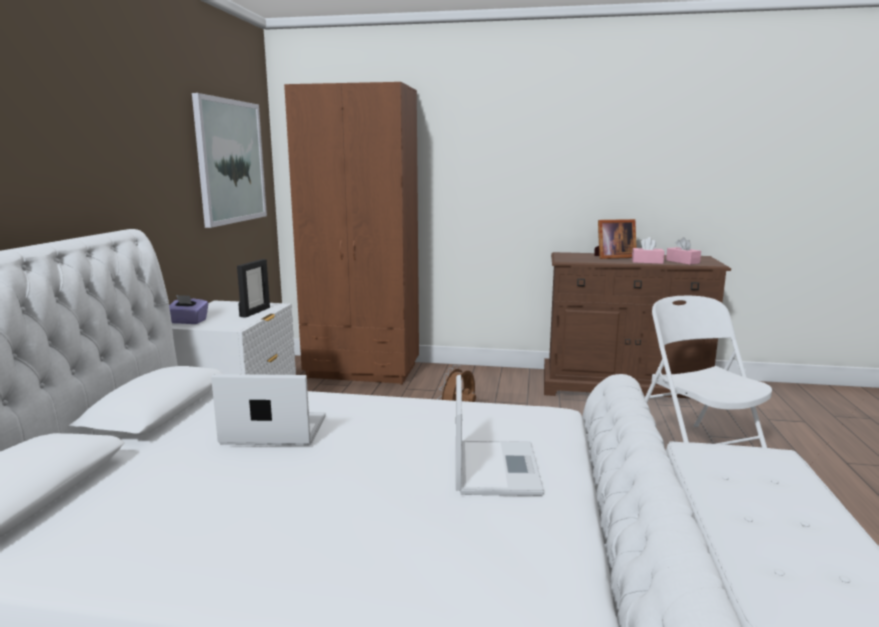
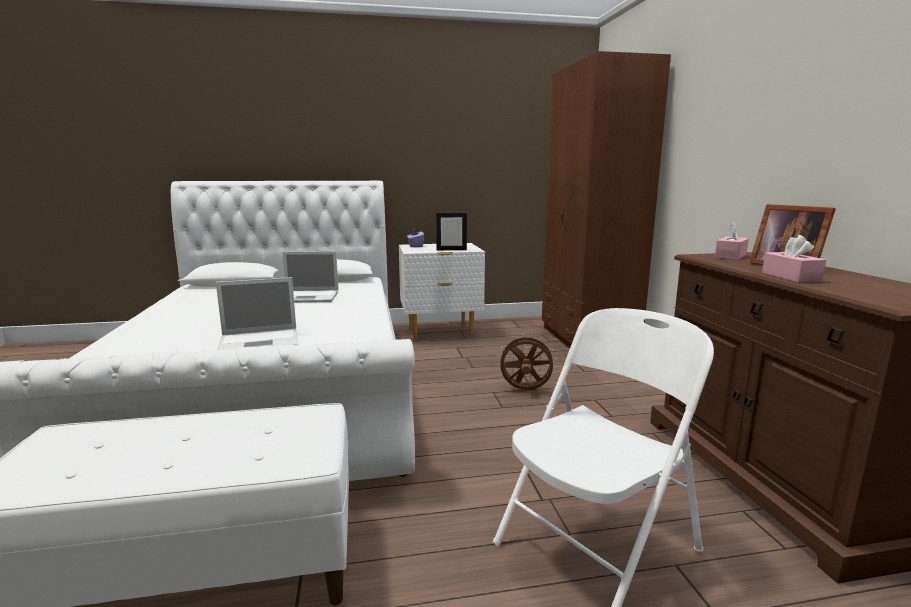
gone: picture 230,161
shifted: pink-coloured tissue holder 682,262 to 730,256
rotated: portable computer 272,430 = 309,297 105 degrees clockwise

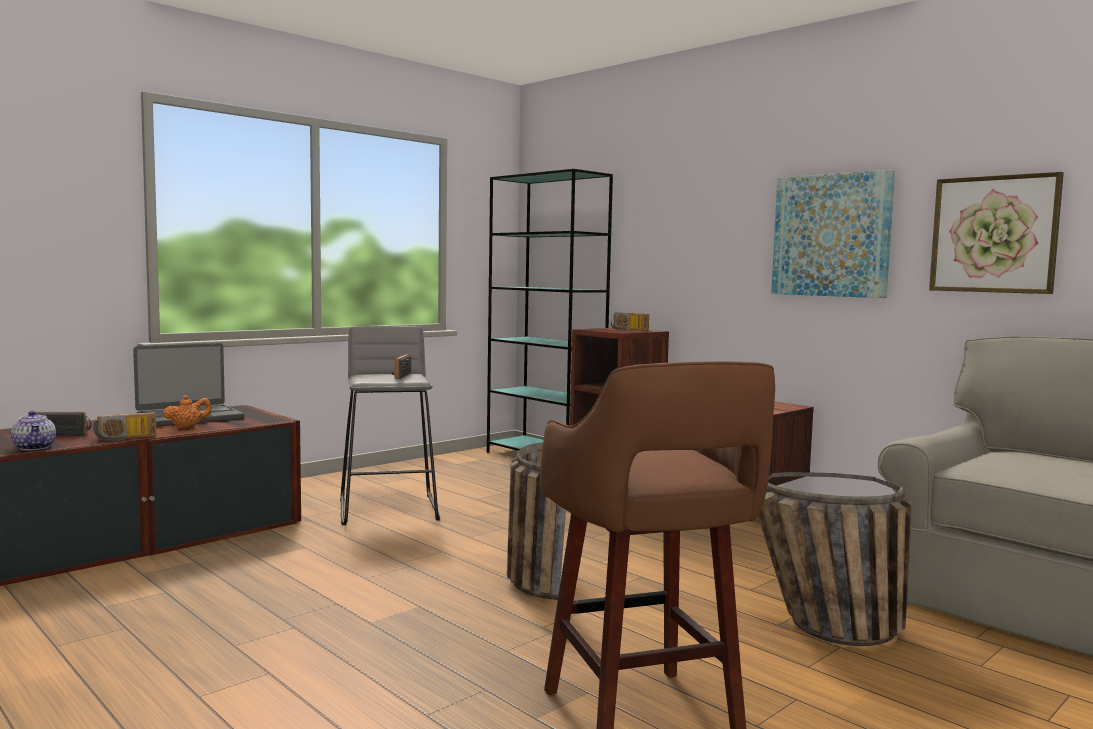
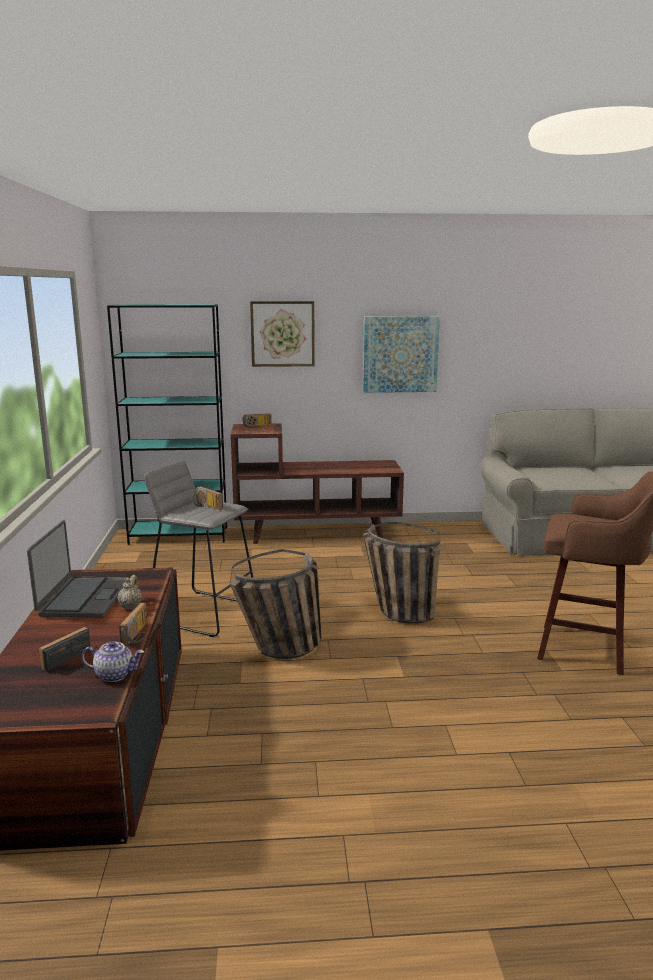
shifted: basket 823,630 to 281,652; picture 994,234 to 282,334
repainted: orange-coloured teapot 187,427 to beige teapot 130,606

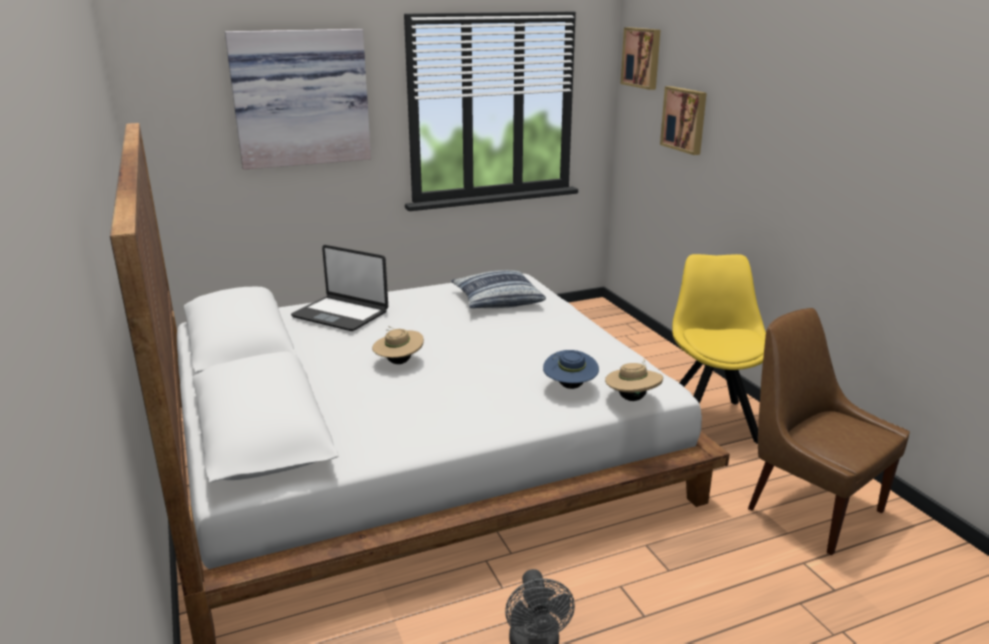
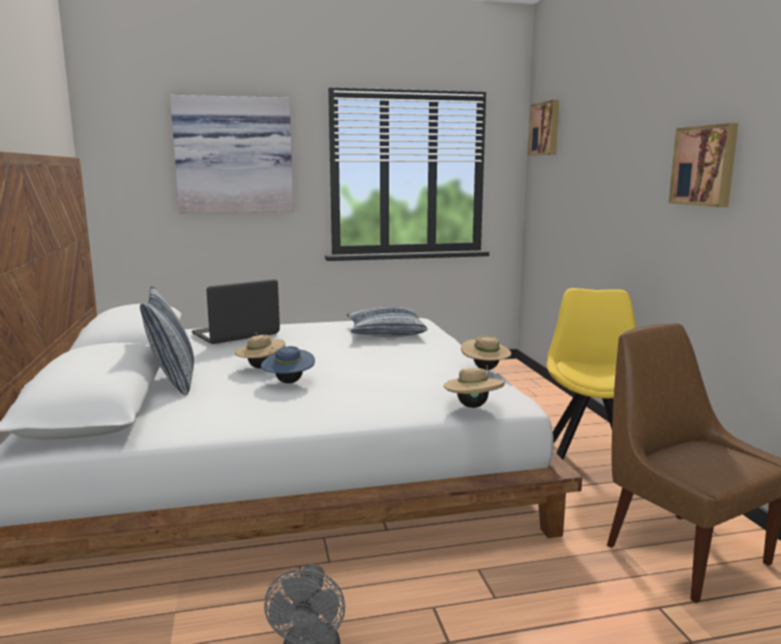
new: throw pillow 173,381; beige wearable hat 485,369
shifted: bluish wearable hat 570,386 to 288,382; picture 685,119 to 705,166
rotated: portable computer 341,314 = 236,334 105 degrees clockwise

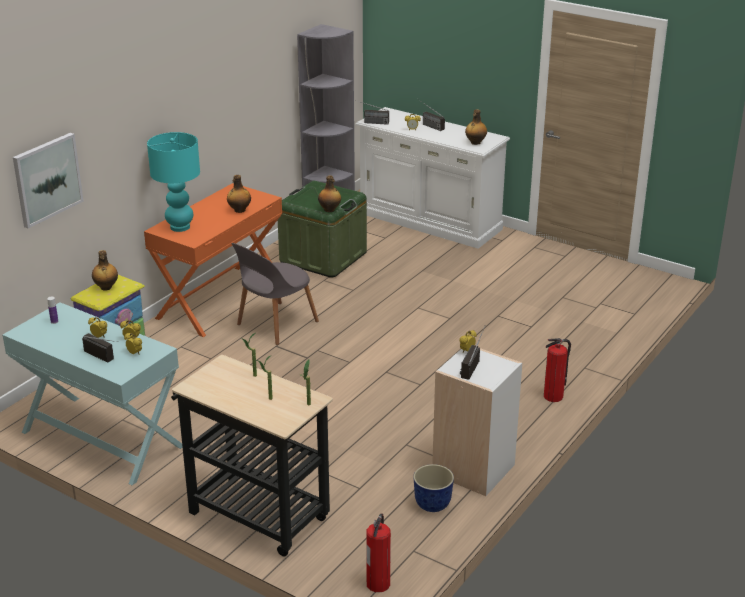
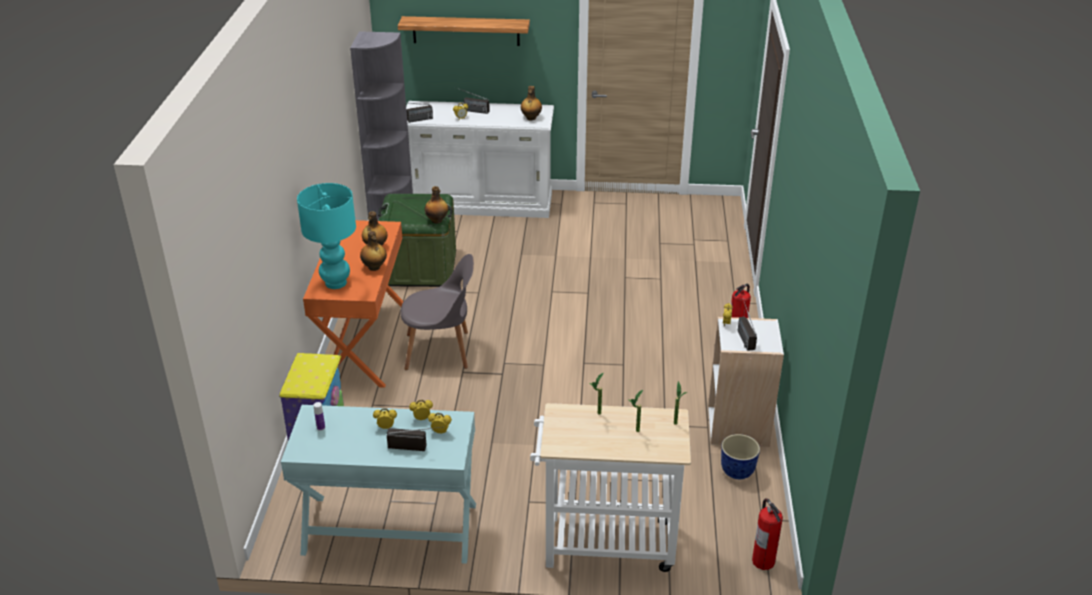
gone: picture 47,179
new: wall shelf 466,31
shifted: drink bottle 106,287 to 374,267
repainted: black-coloured trolley 256,516 to white trolley 607,544
rotated: gray plain chair 275,324 = 441,351 105 degrees counterclockwise

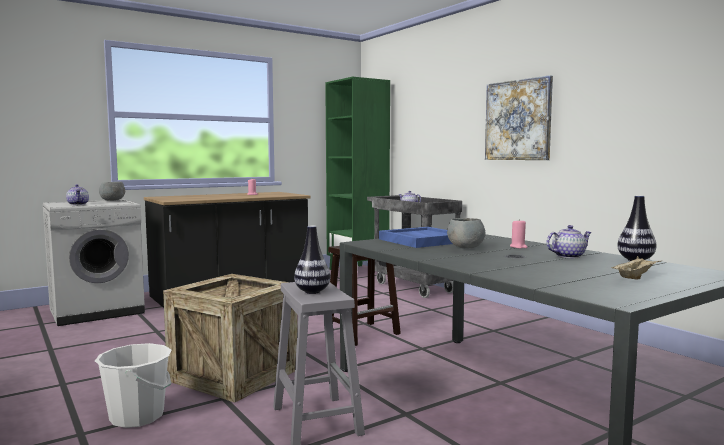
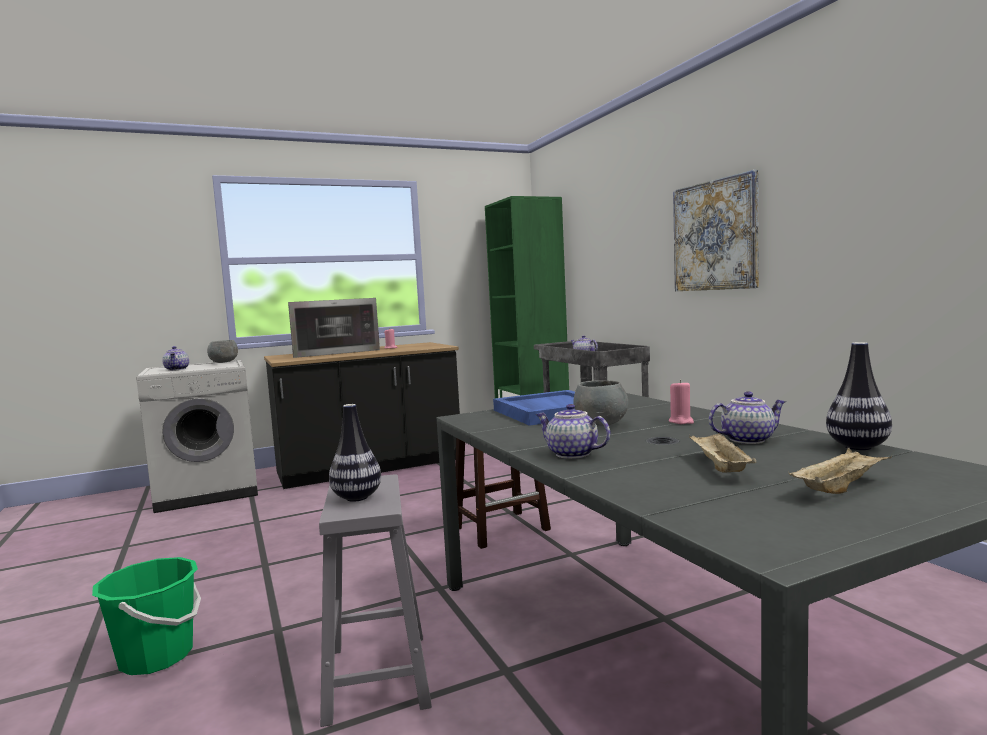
gone: packing crate 234,375
new: microwave 333,352; teapot 571,454; beige serving tray 719,467
repainted: white water bucket 137,417 to green-coloured water bucket 156,656

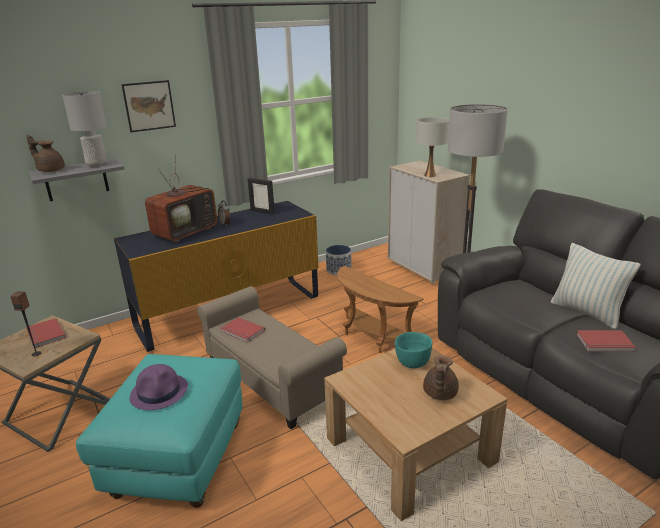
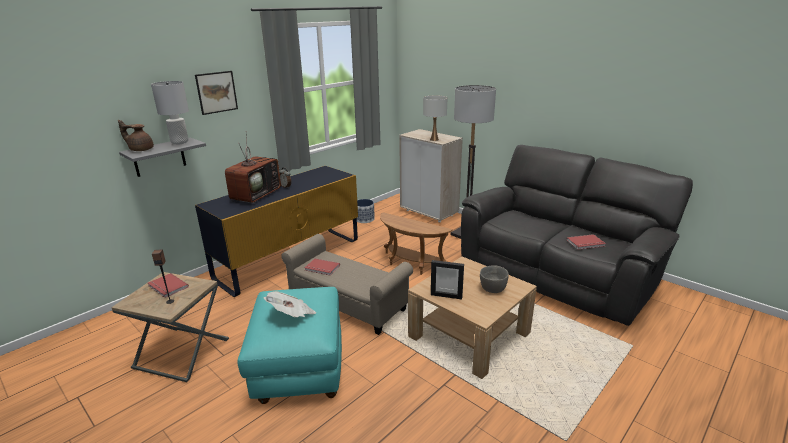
gone: blue-green serving bowl 412,362; throw pillow 587,312
shifted: photo frame 263,212 to 446,295
swapped: purple-coloured wearable hat 159,392 to daily paper 292,315; brown teapot 439,394 to gray serving bowl 492,289

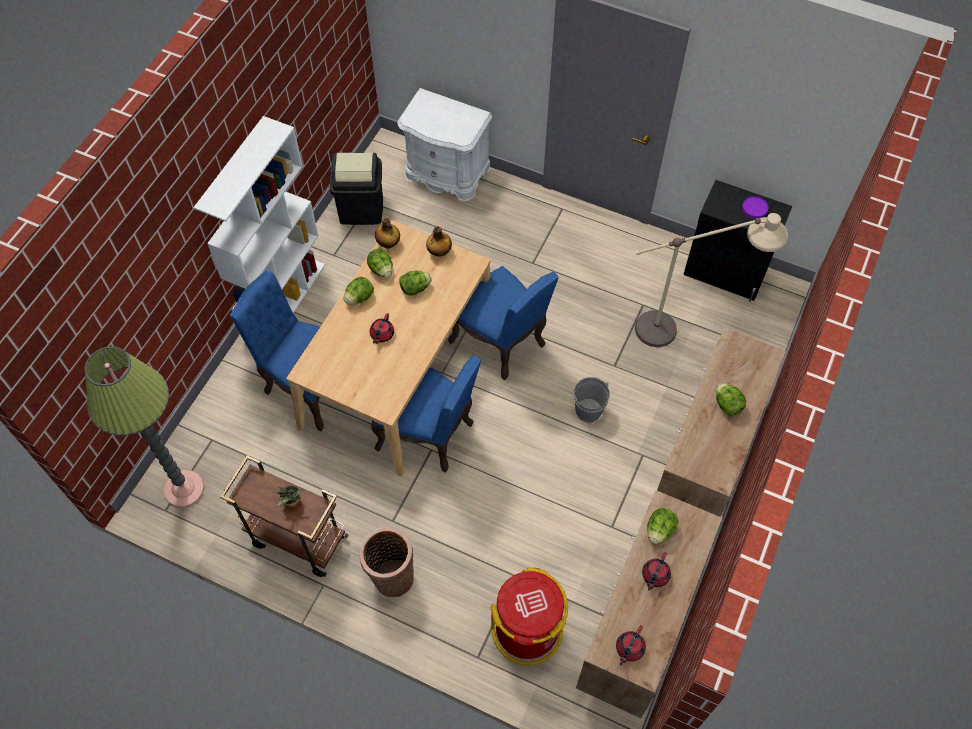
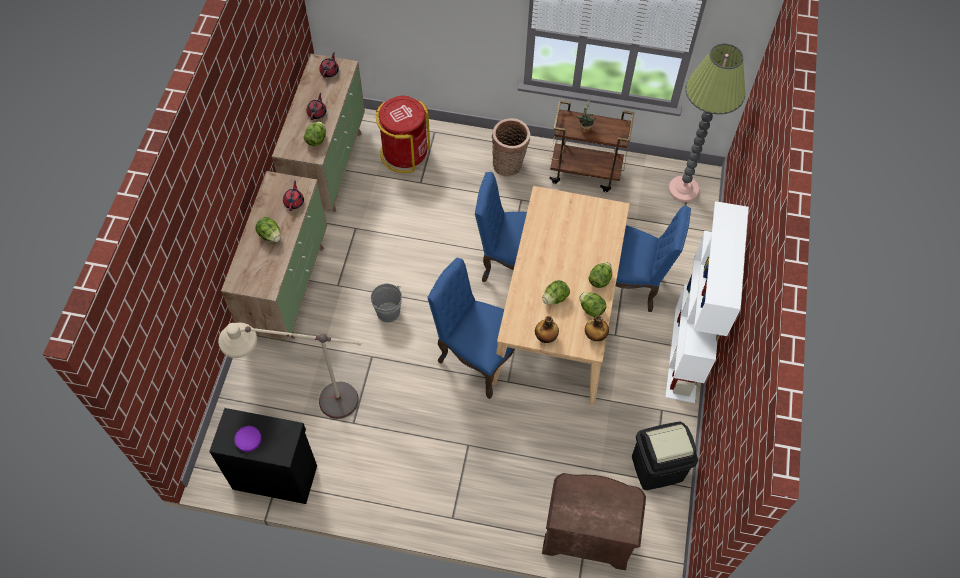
shifted: reddish teapot 382,334 to 294,202
repainted: white night table 446,175 to brown night table 586,533

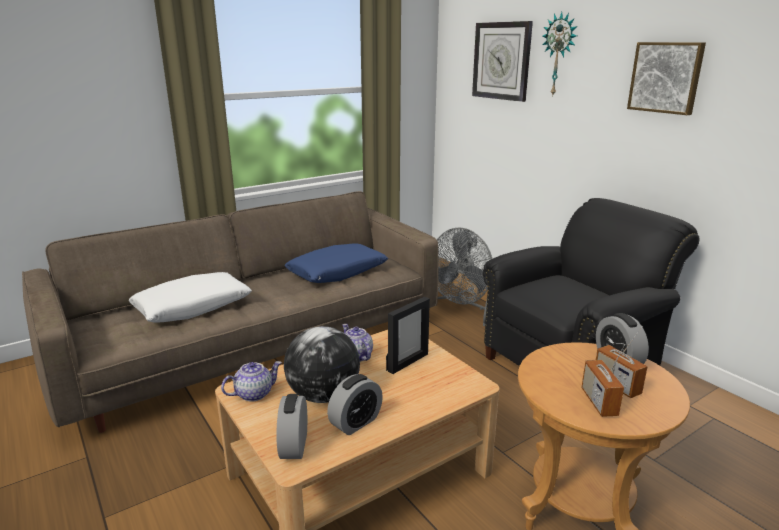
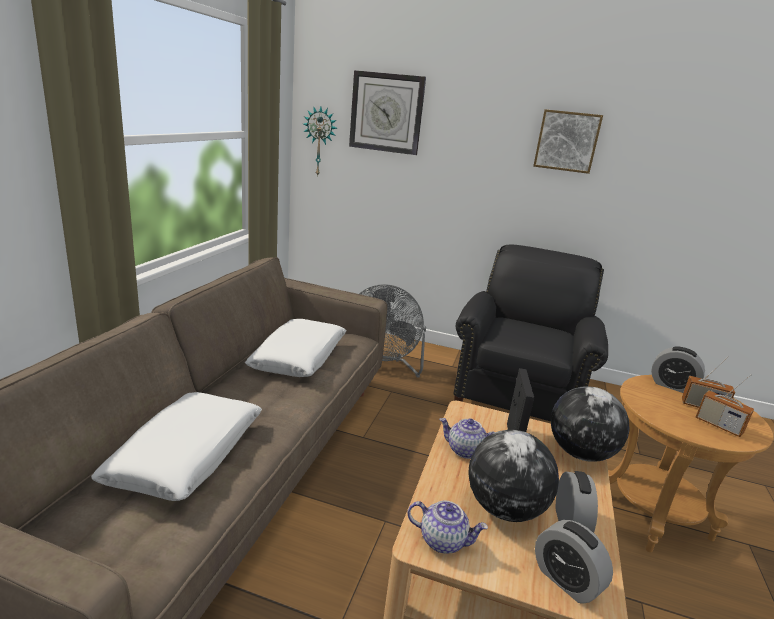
new: world globe 580,453
shifted: wall clock 559,55 to 320,141
repainted: bluish throw pillow 337,272 to white throw pillow 299,357
rotated: teapot 254,393 = 443,540 90 degrees clockwise

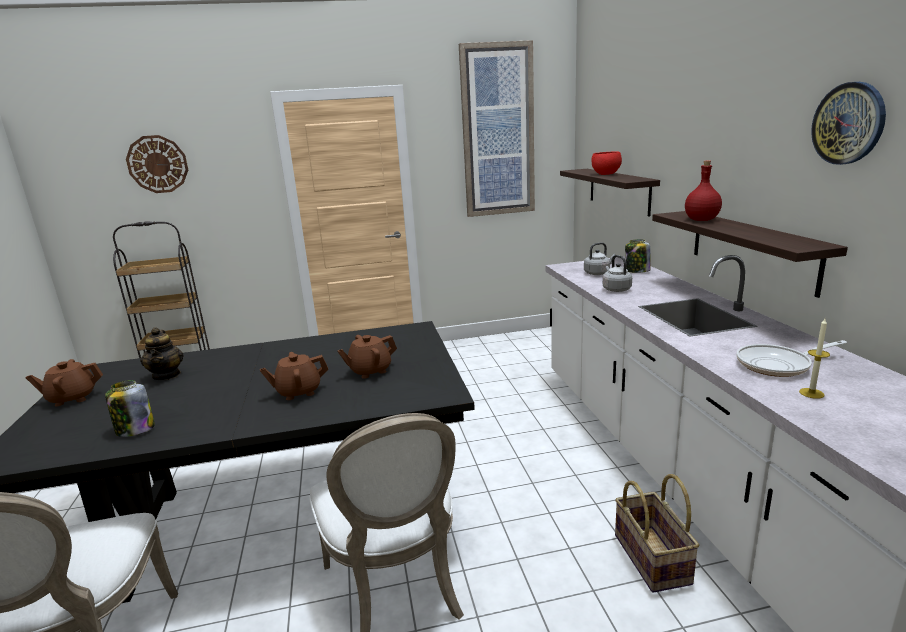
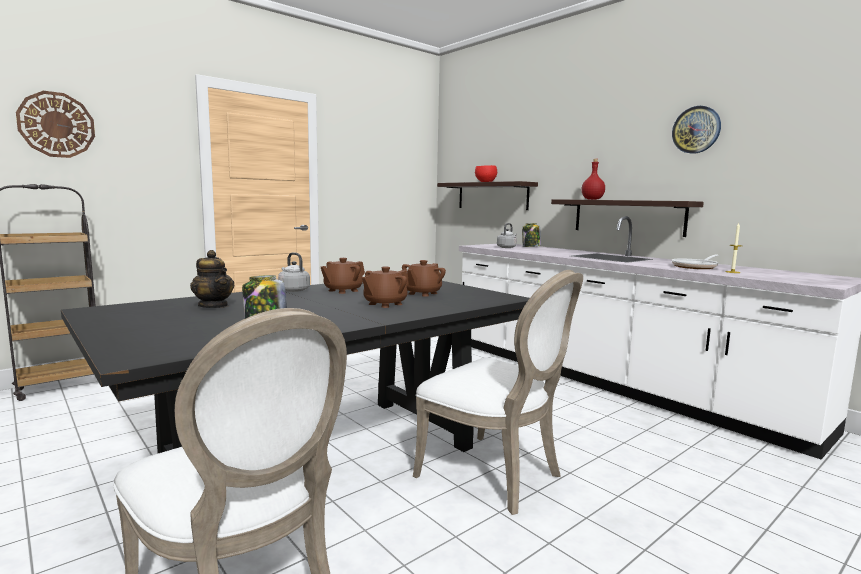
gone: picture 497,132; basket 653,559
shifted: gray kettle 615,289 to 293,290; brown teapot 72,398 to 342,291

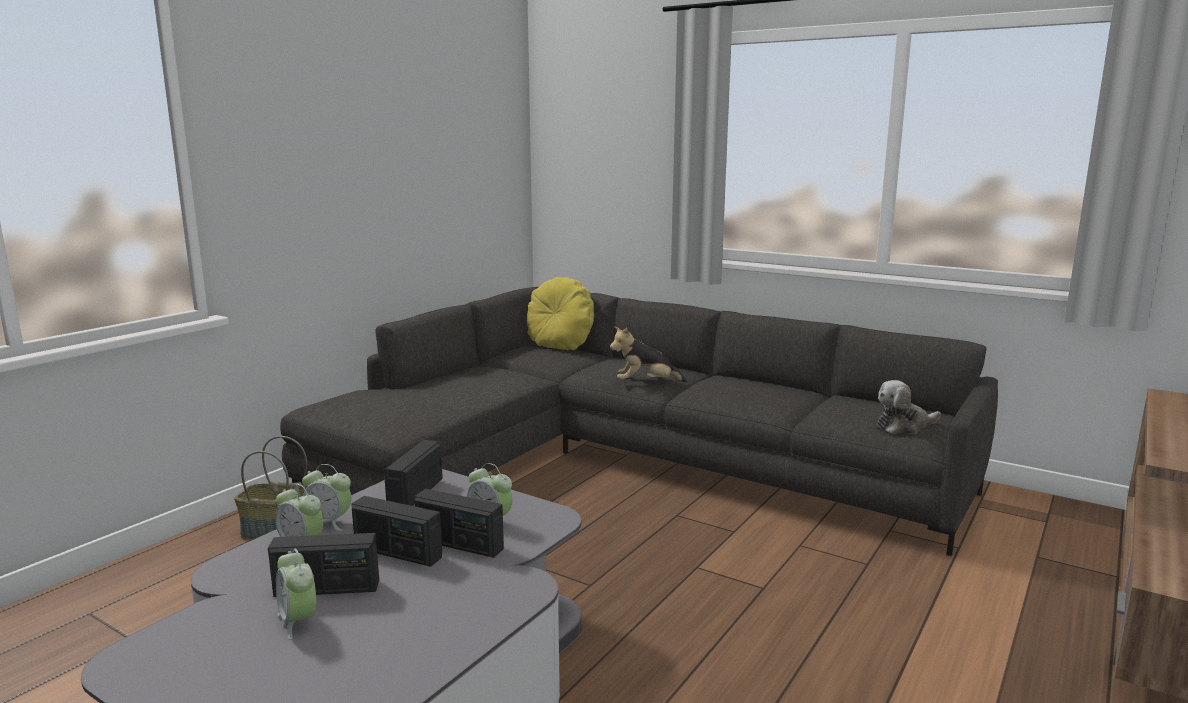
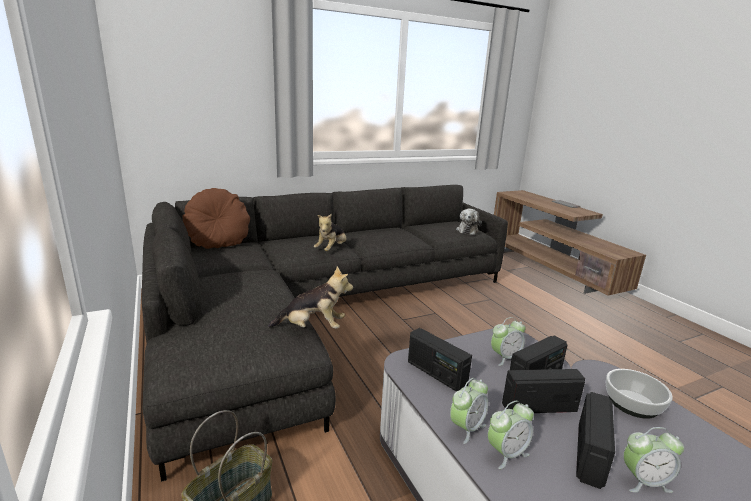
new: soft toy 312,328; serving bowl 632,403
repainted: yellow-coloured throw pillow 560,347 to brown throw pillow 219,245
rotated: radio 397,553 = 539,406 150 degrees counterclockwise

